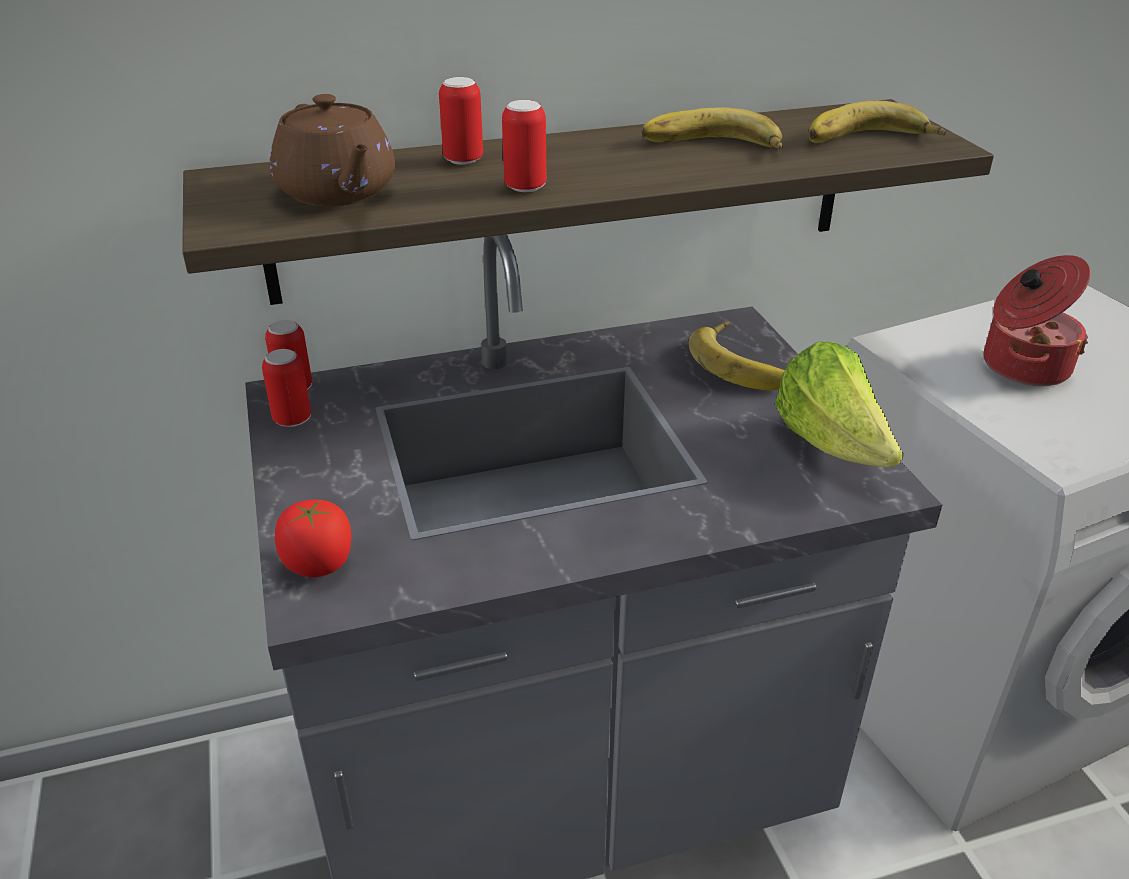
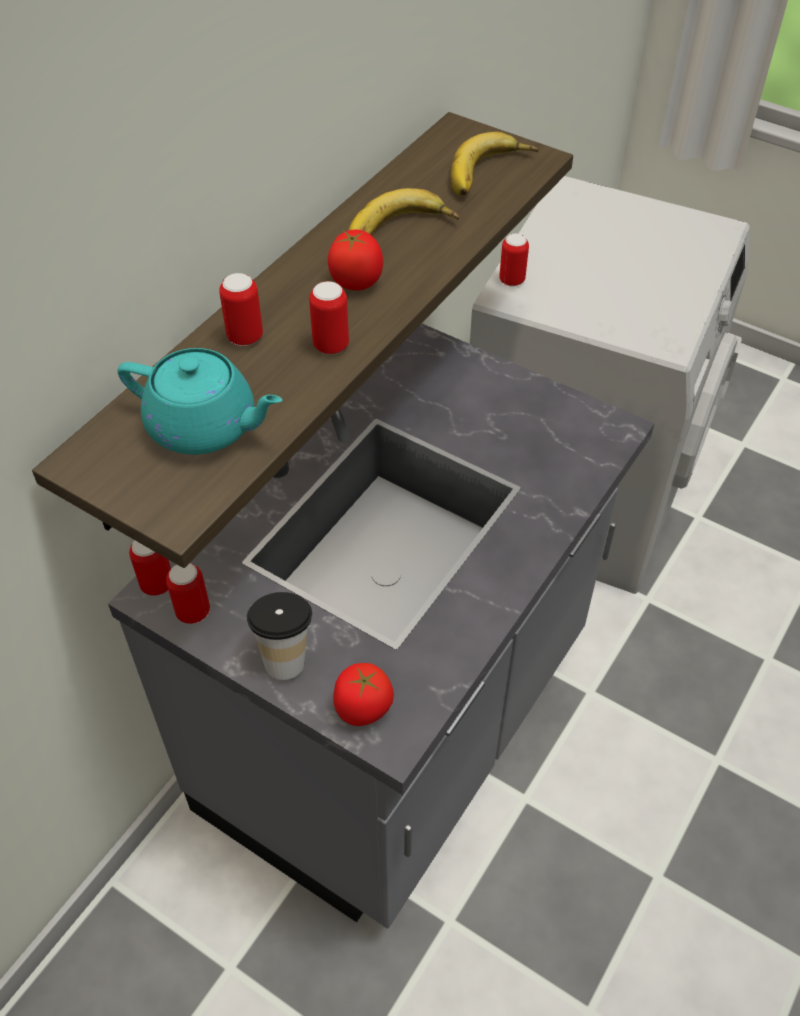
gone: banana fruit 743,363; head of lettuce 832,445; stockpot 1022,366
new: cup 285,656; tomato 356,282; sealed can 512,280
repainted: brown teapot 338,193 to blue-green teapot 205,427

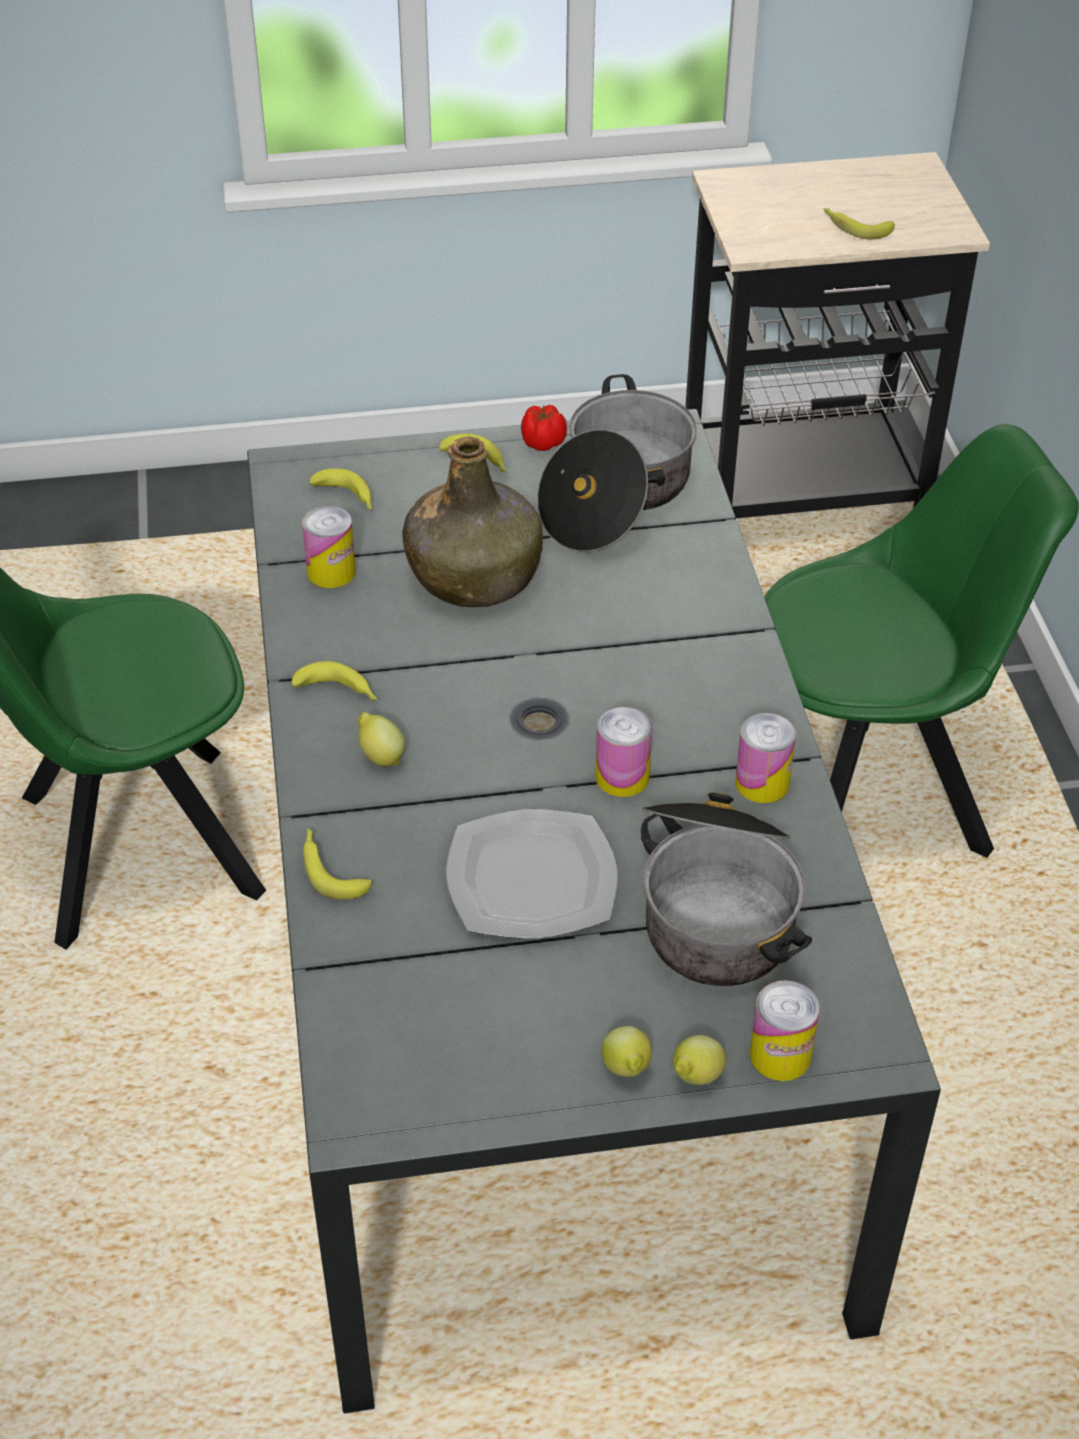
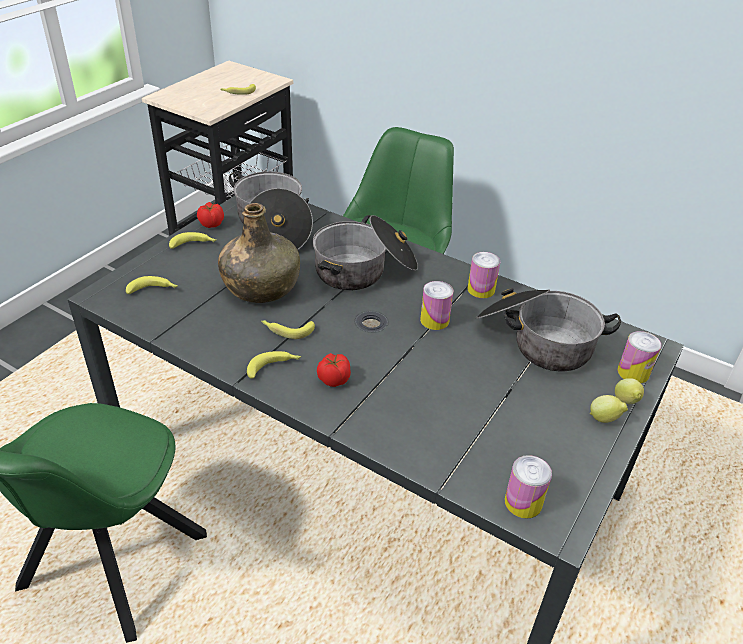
gone: flat dish 529,878
new: stockpot 365,270
shifted: banana fruit 330,869 to 287,330; sealed can 331,572 to 523,502
swapped: lemon 380,756 to tomato 333,379

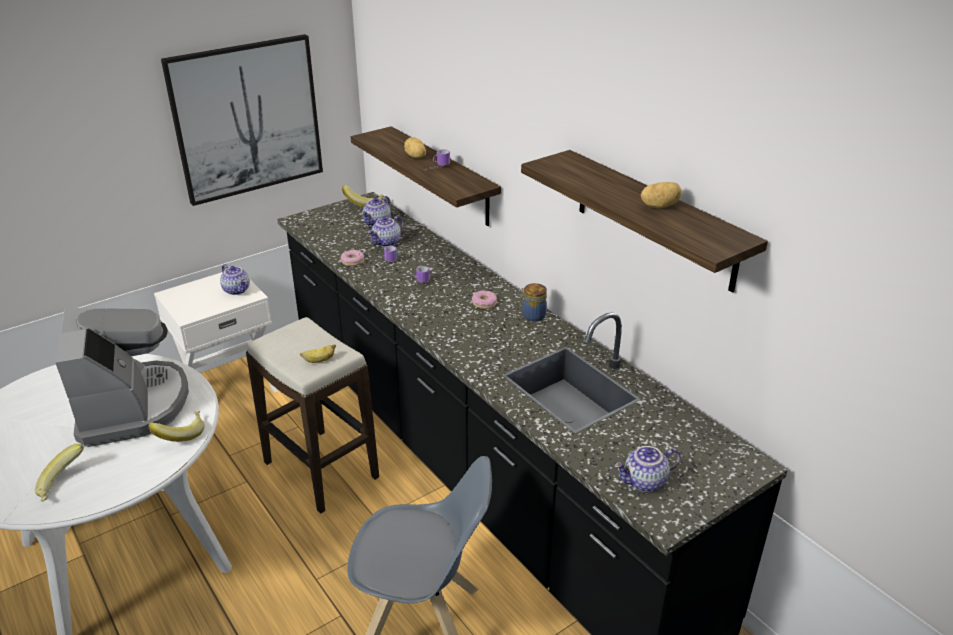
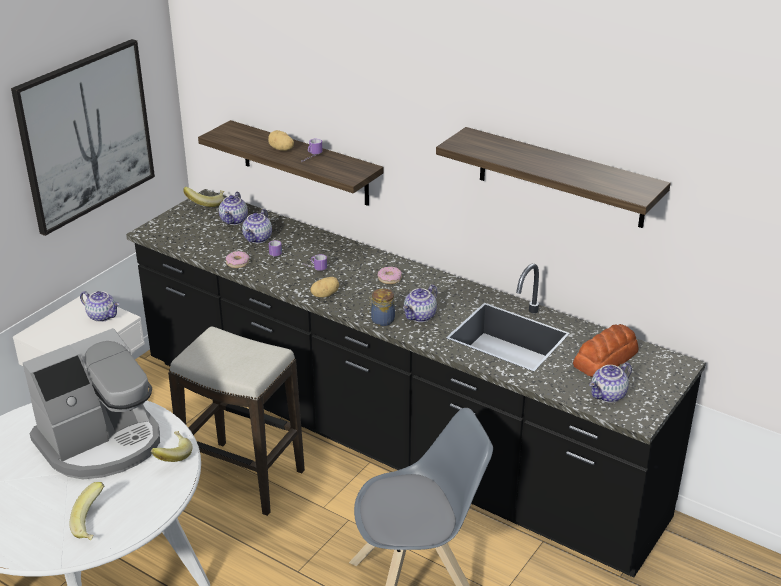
gone: banana fruit 319,361
new: teapot 420,316; bread 606,359
shifted: spud 659,206 to 325,295; storage jar 532,315 to 381,320
rotated: coffee machine 132,406 = 101,443 90 degrees clockwise

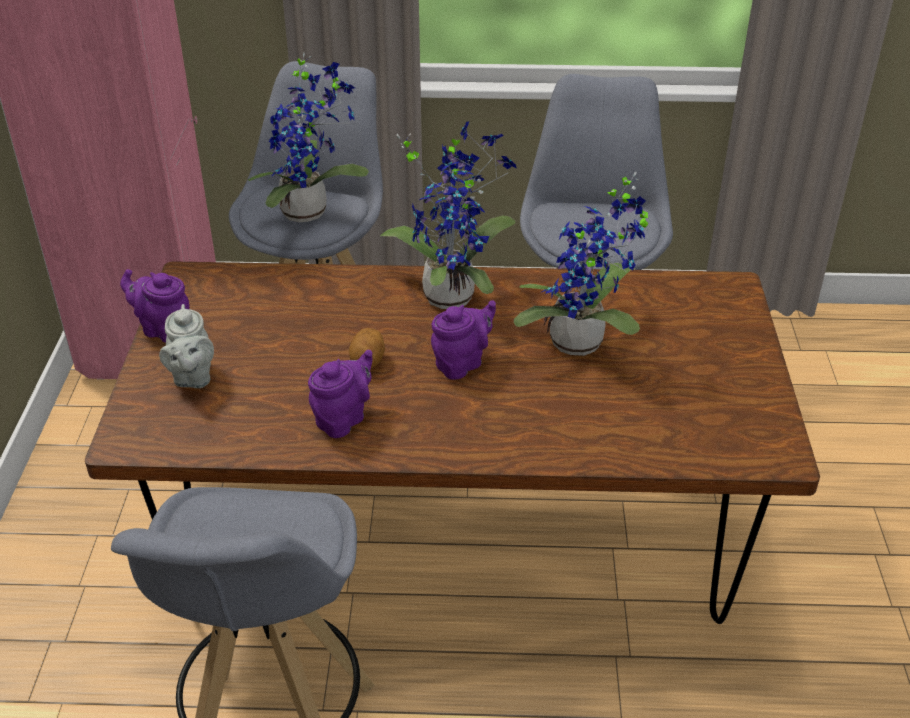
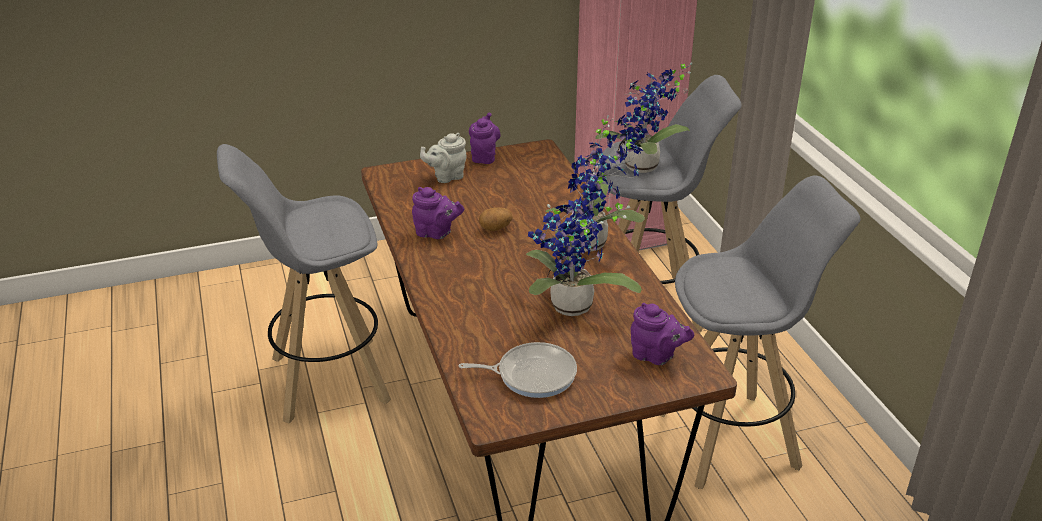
new: pan 532,374
shifted: purple-coloured teapot 462,363 to 656,356

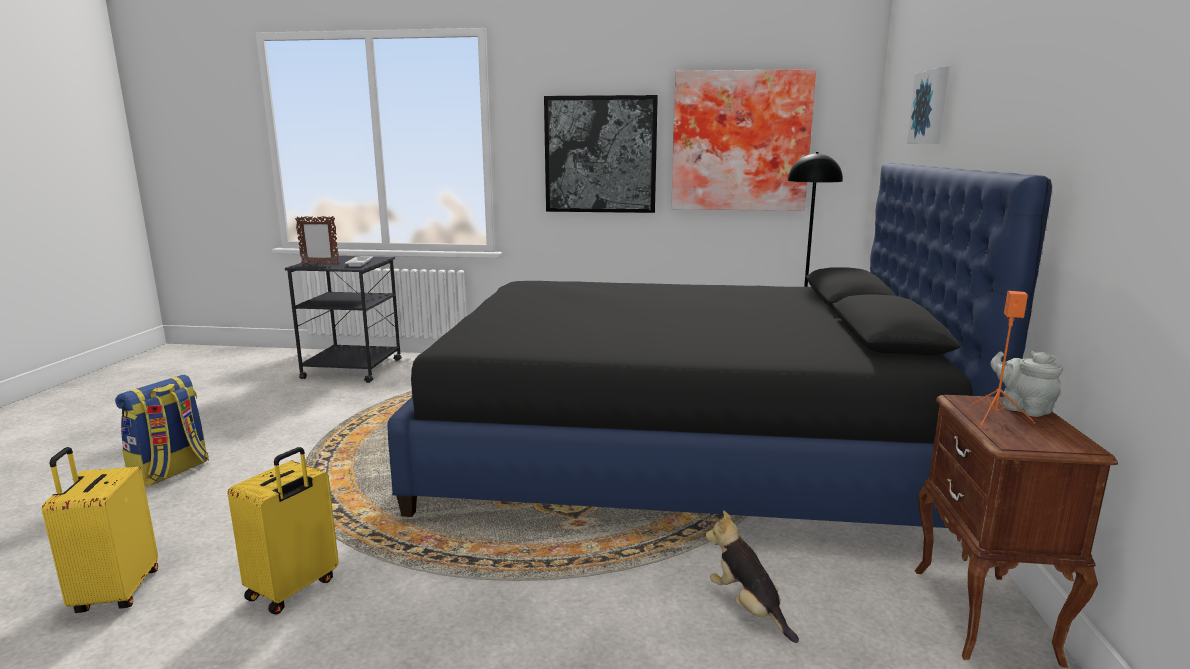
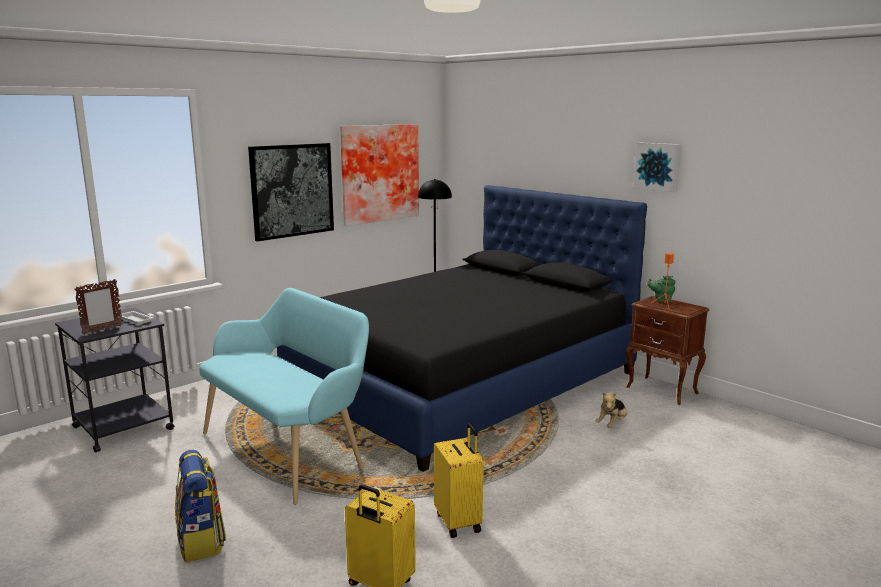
new: blue-green indoor bench 289,449
shifted: picture 931,107 to 658,166
repainted: gray teapot 1022,408 to green-coloured teapot 661,300
rotated: soft toy 748,607 = 612,424 60 degrees counterclockwise

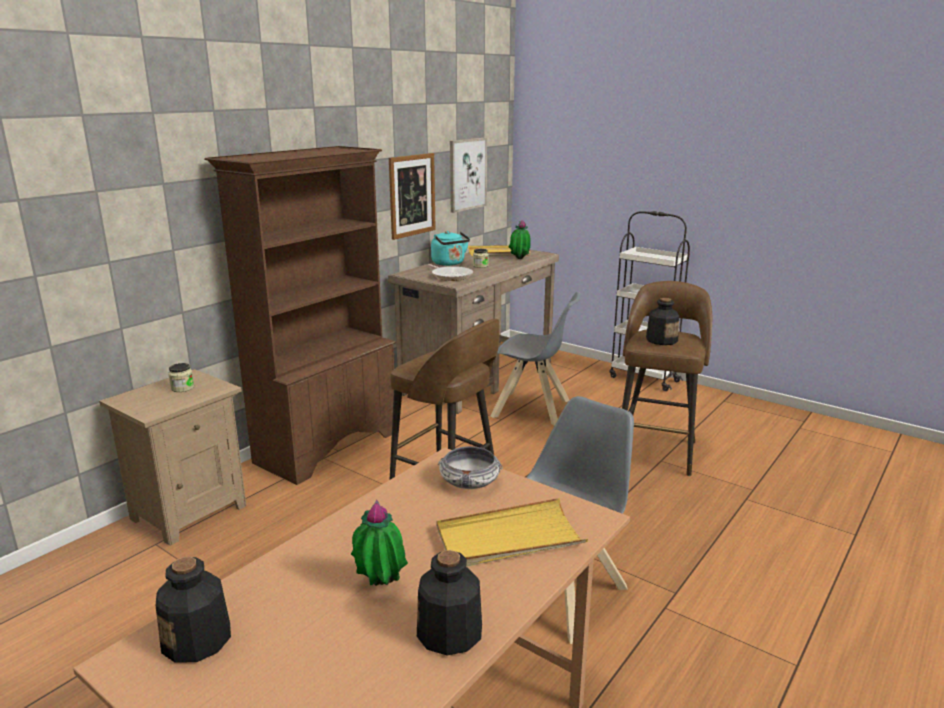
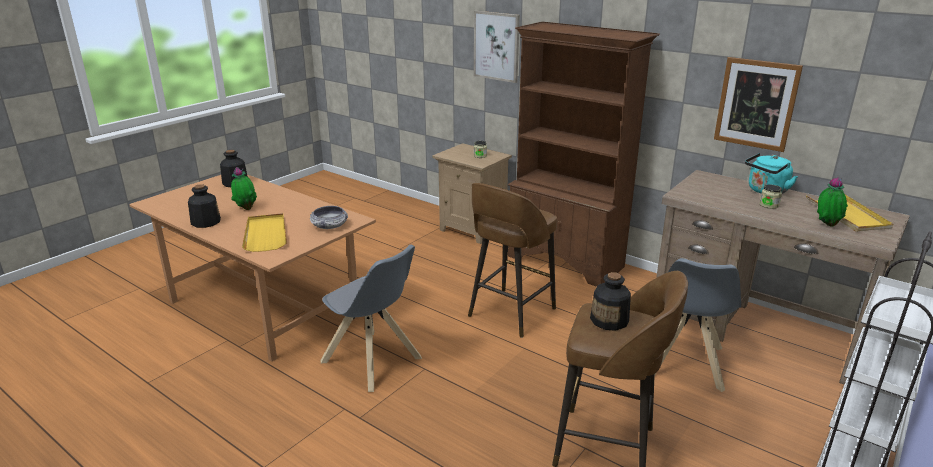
gone: pan 451,276
shifted: picture 467,174 to 496,46

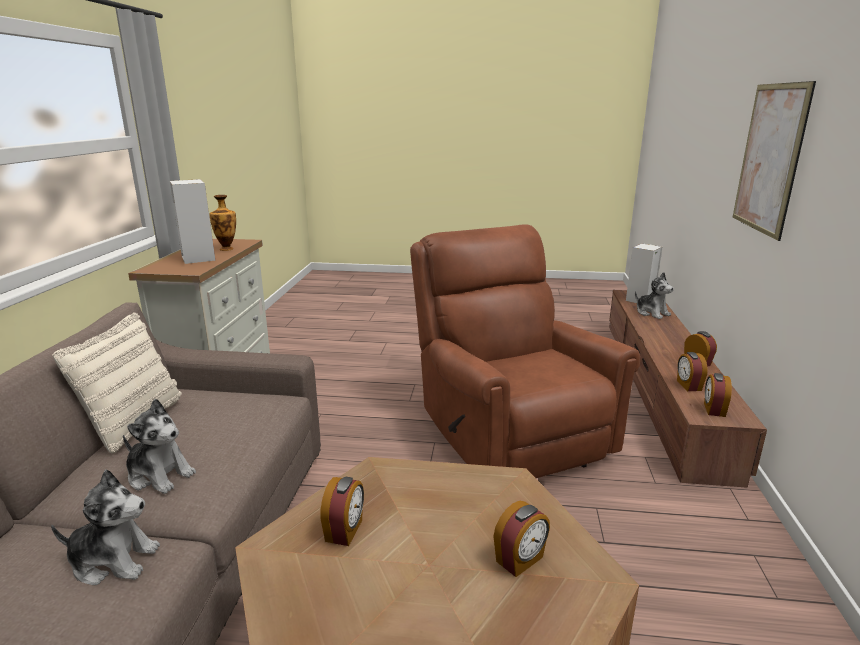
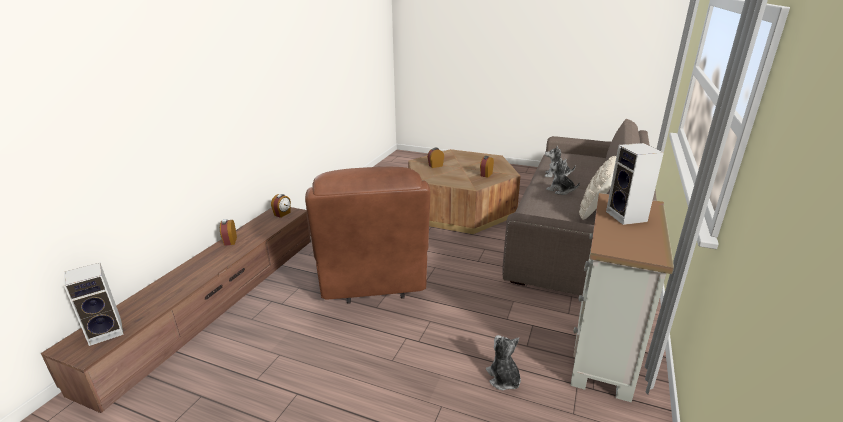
gone: flower vase 227,249; alarm clock 688,385; picture 769,158
shifted: soft toy 652,313 to 503,379

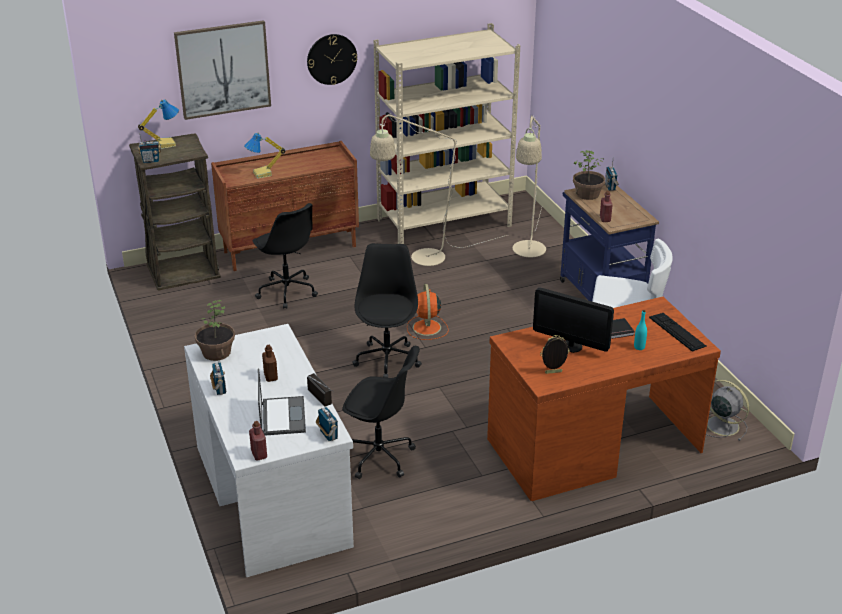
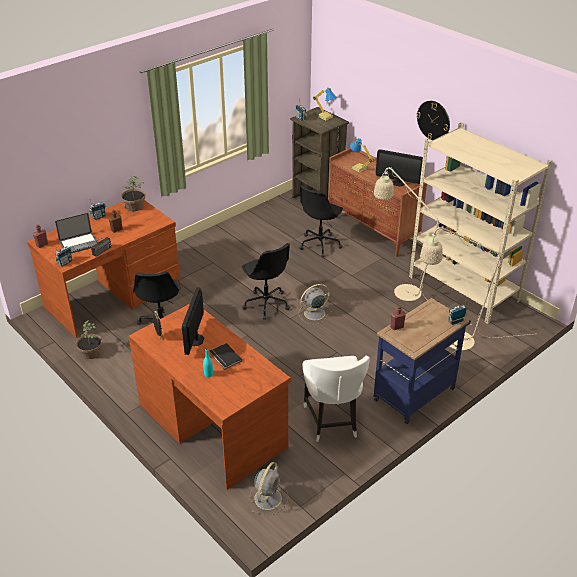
gone: picture 223,69; computer keyboard 677,331
new: computer screen 398,183
shifted: potted plant 587,194 to 91,353
repainted: white desk unit 273,494 to brown desk unit 114,296; orange-coloured electric fan 427,328 to gray electric fan 313,313
rotated: black-coloured office chair 387,359 = 267,305 75 degrees clockwise

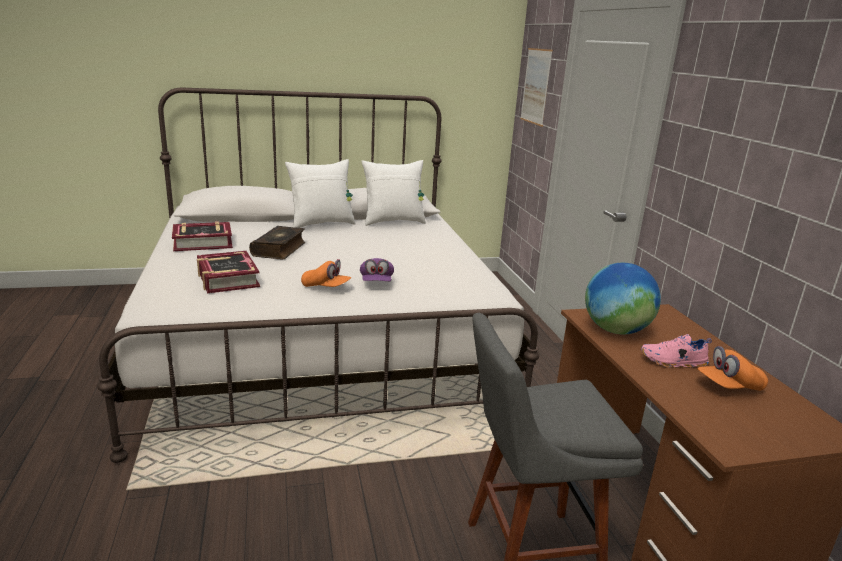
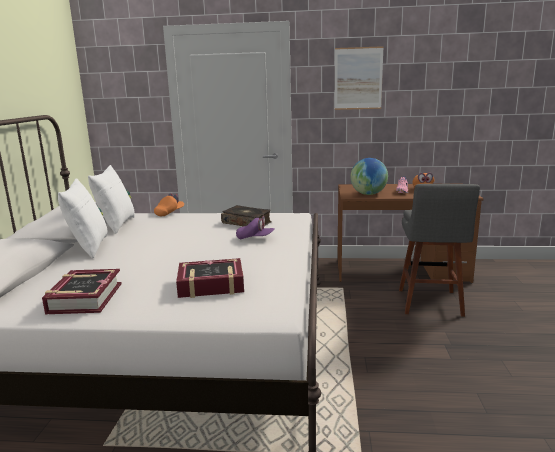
shifted: orange-coloured cap 326,287 to 169,213; volume 279,249 to 247,223; picture 536,86 to 358,78

